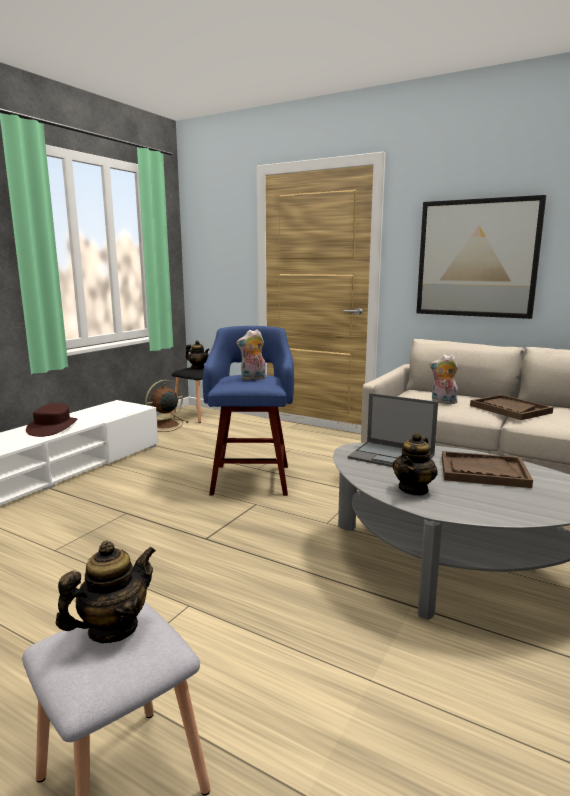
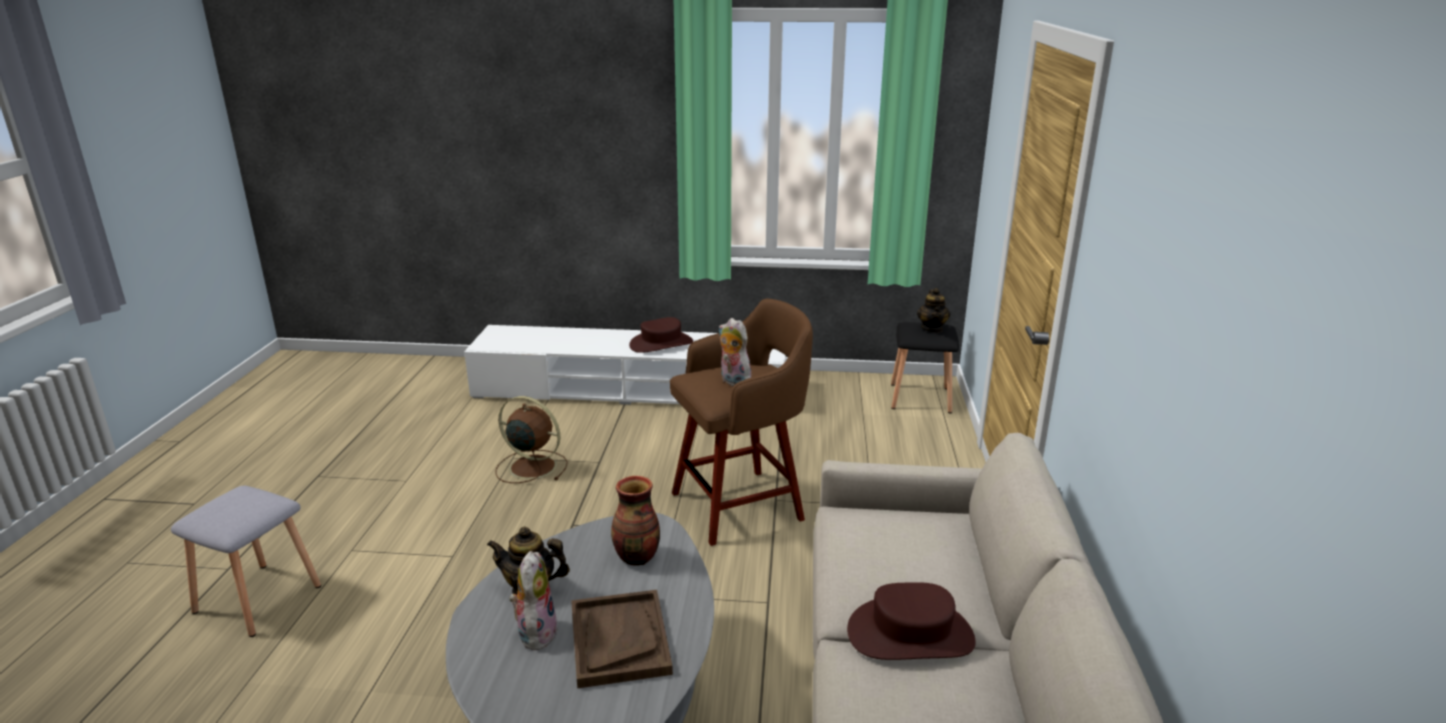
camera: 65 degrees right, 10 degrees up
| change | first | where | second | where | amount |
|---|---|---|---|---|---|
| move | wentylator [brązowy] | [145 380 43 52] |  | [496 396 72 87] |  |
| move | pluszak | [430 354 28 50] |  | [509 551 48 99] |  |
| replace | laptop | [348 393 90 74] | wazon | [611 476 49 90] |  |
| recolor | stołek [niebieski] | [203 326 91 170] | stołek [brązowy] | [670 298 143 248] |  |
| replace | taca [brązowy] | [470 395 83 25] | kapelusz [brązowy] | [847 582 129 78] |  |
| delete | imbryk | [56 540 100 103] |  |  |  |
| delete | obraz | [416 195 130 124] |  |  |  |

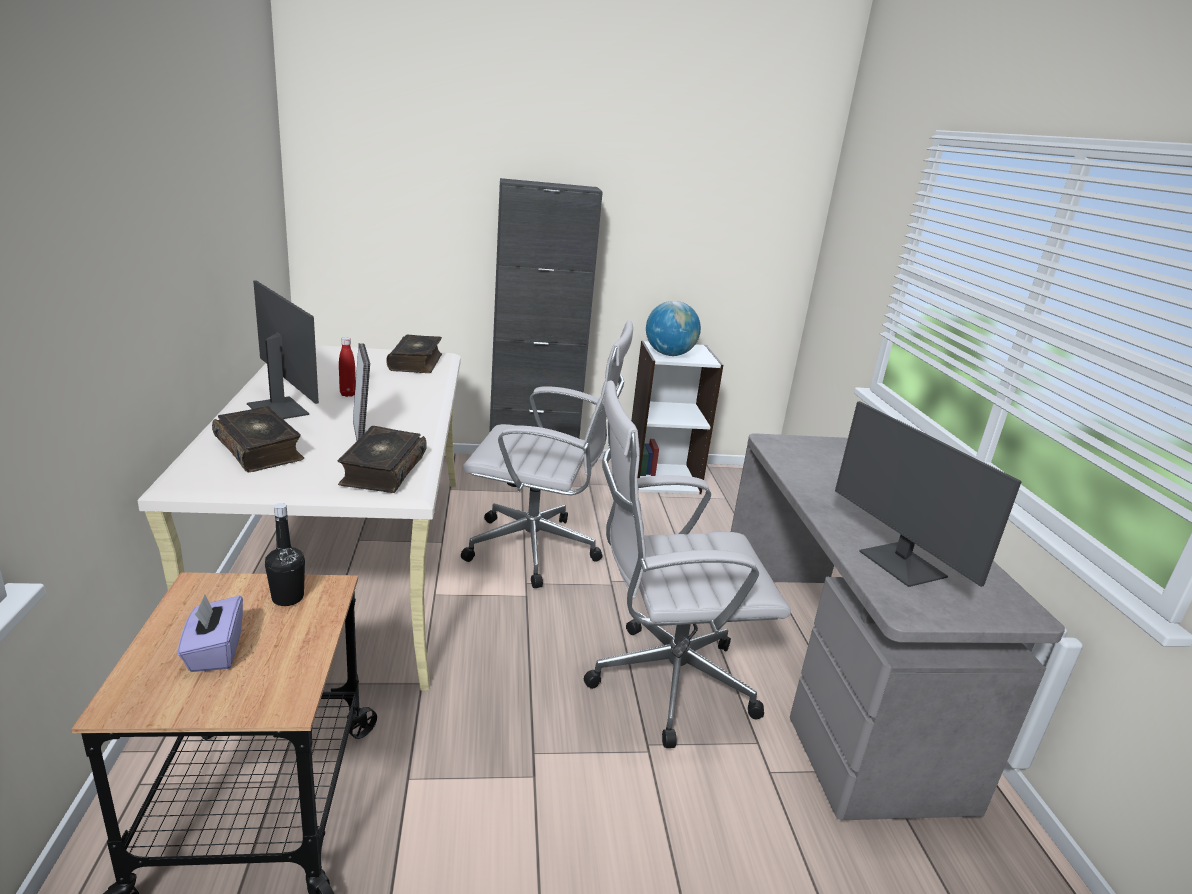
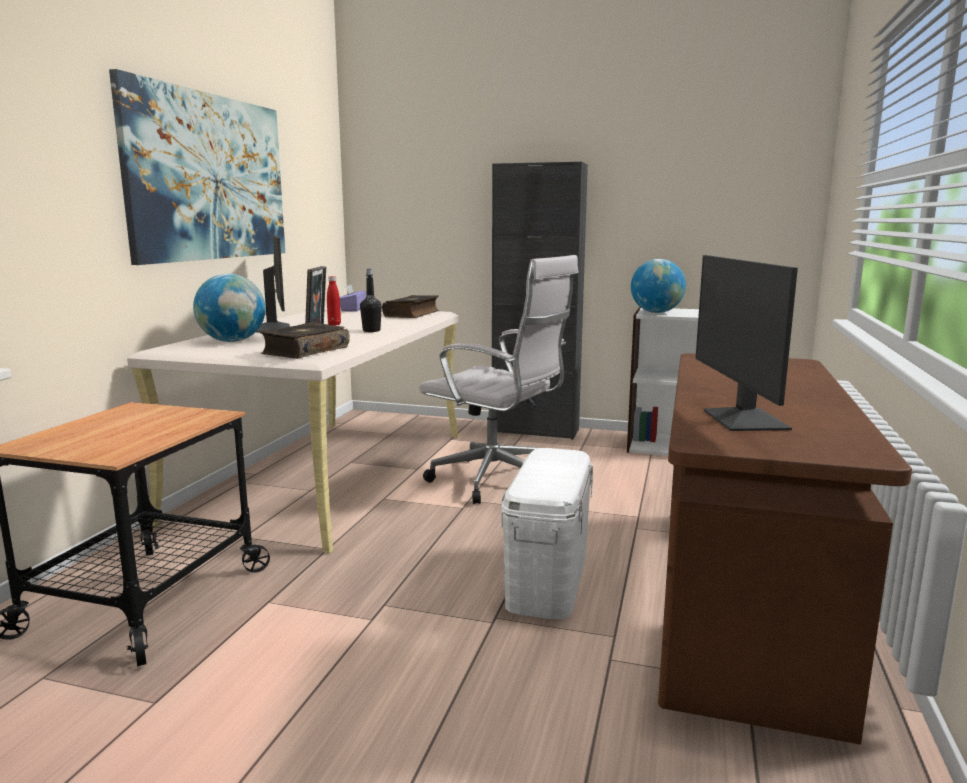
camera: 25 degrees right, 10 degrees down
| change | first | where | second | where | amount |
|---|---|---|---|---|---|
| insert |  |  | obraz | [109 69 176 196] |  |
| replace | książka | [212 406 92 66] | globus | [193 274 72 68] |  |
| move | pudełko chusteczek [fioletowy] | [178 594 65 78] |  | [340 285 26 27] |  |
| move | butelka [czarny] | [265 503 40 103] |  | [360 269 22 63] |  |
| replace | krzesło biurowe [biały] | [584 381 207 367] | pojemnik do przechowywania [biały] | [501 448 92 171] |  |
| recolor | biurko [szary] | [731 433 334 387] | biurko [brązowy] | [658 353 254 392] |  |

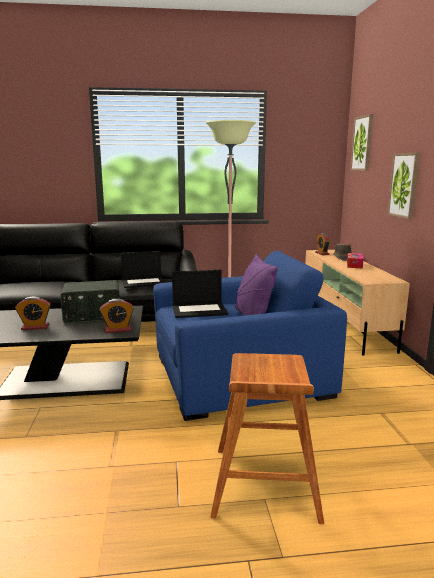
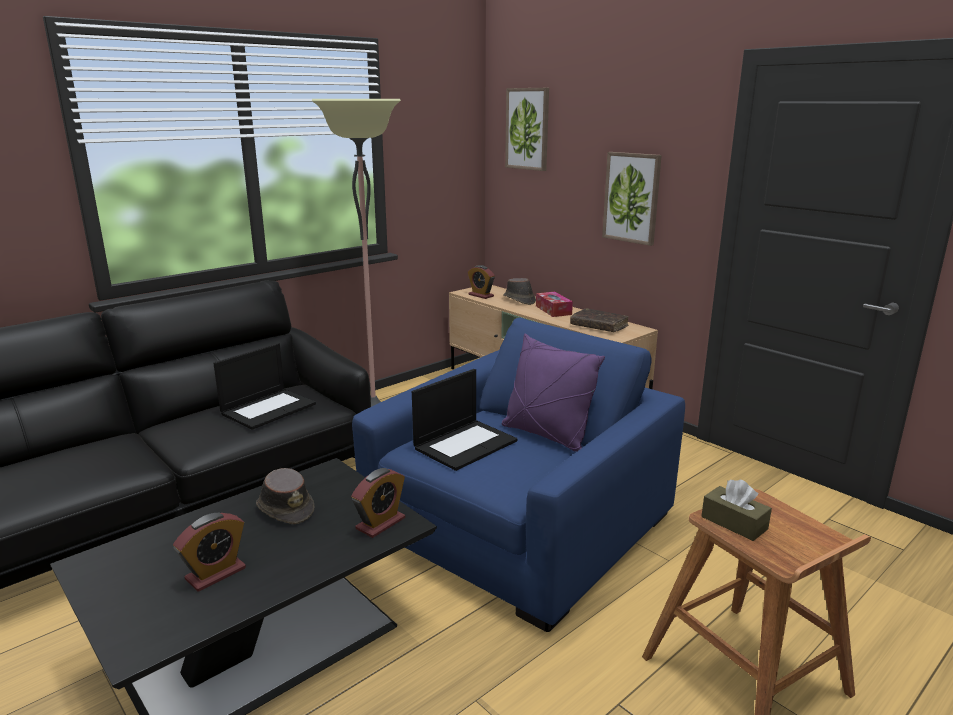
camera: 35 degrees left, 5 degrees up
| change | first | where | second | where | amount |
|---|---|---|---|---|---|
| replace | radio | [60 280 60 43] | kapelusz [brązowy] | [256 468 58 56] |  |
| insert |  |  | książka [brązowy] | [570 308 59 24] |  |
| insert |  |  | pudełko chusteczek [brązowy] | [702 480 70 61] |  |

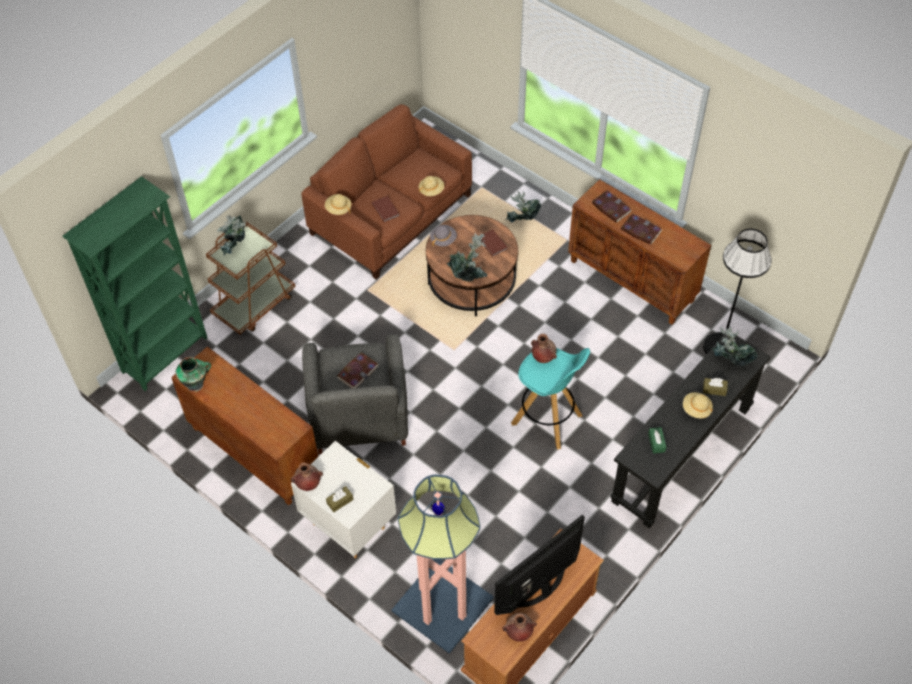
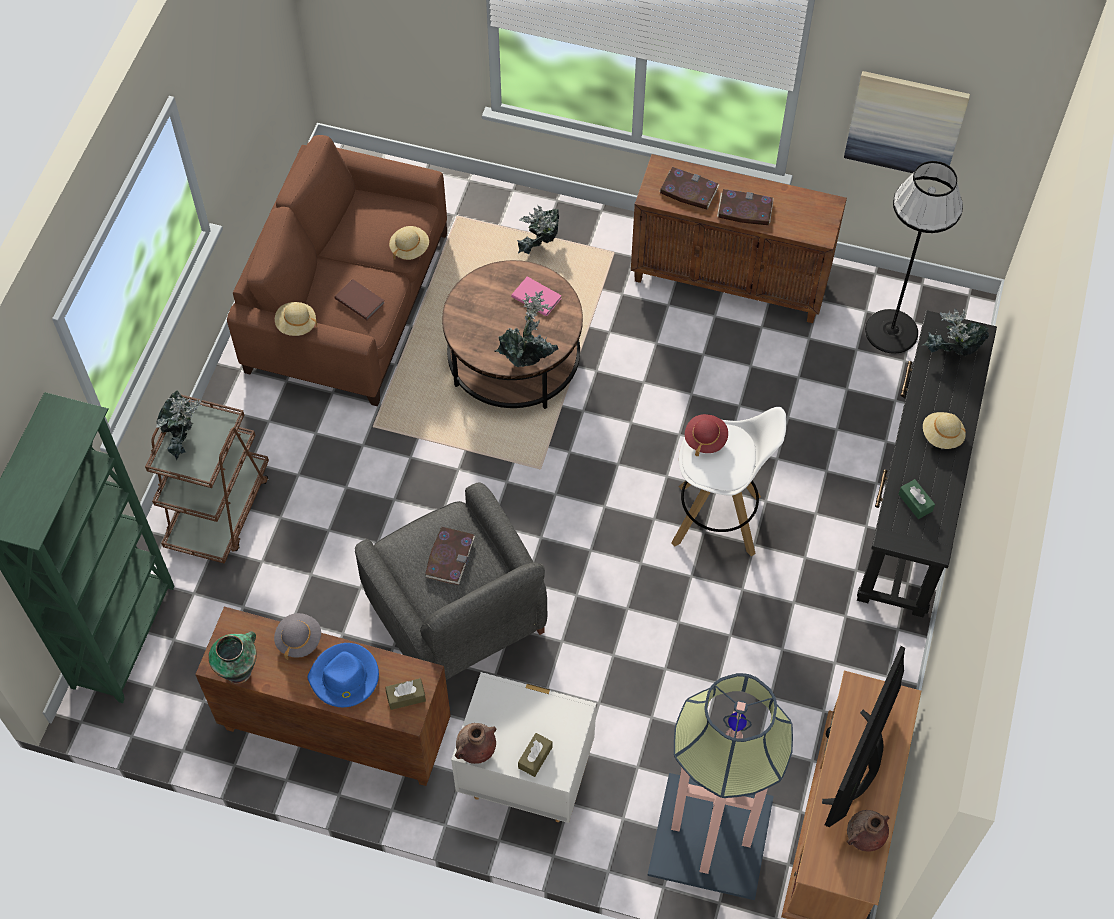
camera: 25 degrees left, 5 degrees up
| change | first | where | second | where | amount |
|---|---|---|---|---|---|
| move | kapelusz [szary] | [430 225 27 22] |  | [274 613 47 47] |  |
| insert |  |  | kapelusz [niebieski] | [307 643 72 64] |  |
| move | pudełko chusteczek [brązowy] | [703 378 25 18] |  | [385 678 41 32] |  |
| recolor | książka [brązowy] | [480 229 28 28] | książka [różowy] | [511 276 51 41] |  |
| recolor | stołek [turkusowy] | [511 348 79 102] | stołek [biały] | [671 407 115 149] |  |
| replace | wazon [brązowy] | [531 334 26 29] | kapelusz [czerwony] | [685 414 43 43] |  |
| insert |  |  | obraz | [844 71 126 102] |  |

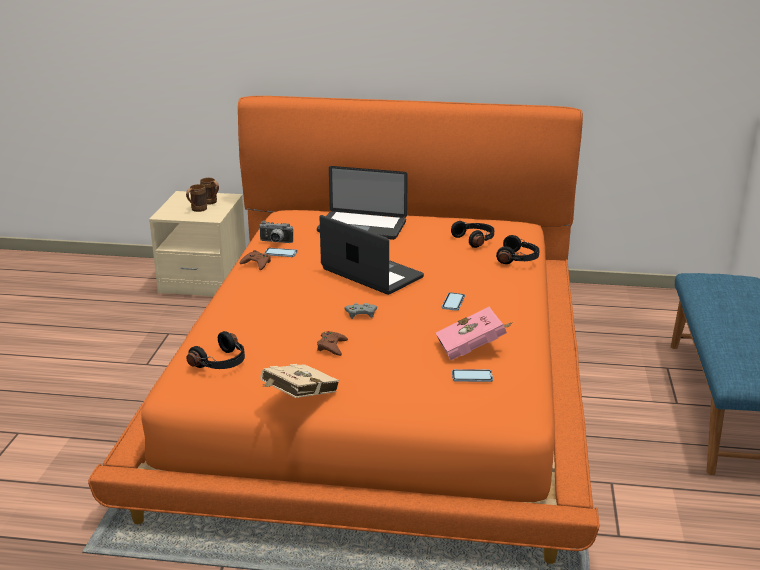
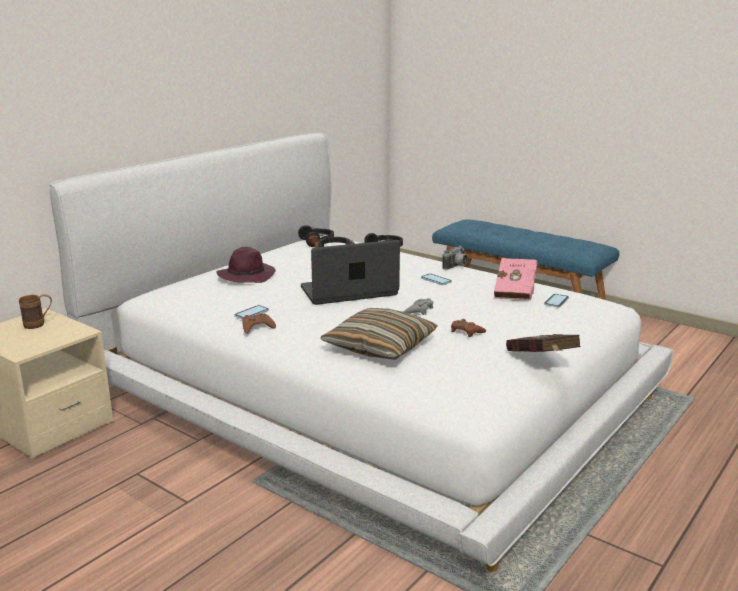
camera: 60 degrees left, 5 degrees down
| change | first | where | second | where | amount |
|---|---|---|---|---|---|
| recolor | łóżko [pomarańczowy] | [88 96 511 468] | łóżko [biały] | [50 133 624 439] |  |
| replace | laptop | [317 166 91 74] | kapelusz [fioletowy] | [216 247 60 36] |  |
| move | słuchawki [czarny] | [186 331 59 38] |  | [298 225 36 22] |  |
| insert |  |  | poduszka | [320 308 118 52] |  |
| move | aparat fotograficzny | [259 221 34 22] |  | [442 246 26 24] |  |
| recolor | książka [beżowy] | [260 364 79 34] | książka [czerwony] | [506 334 75 18] |  |
| delete | kubek [brązowy] | [186 184 21 28] |  |  |  |

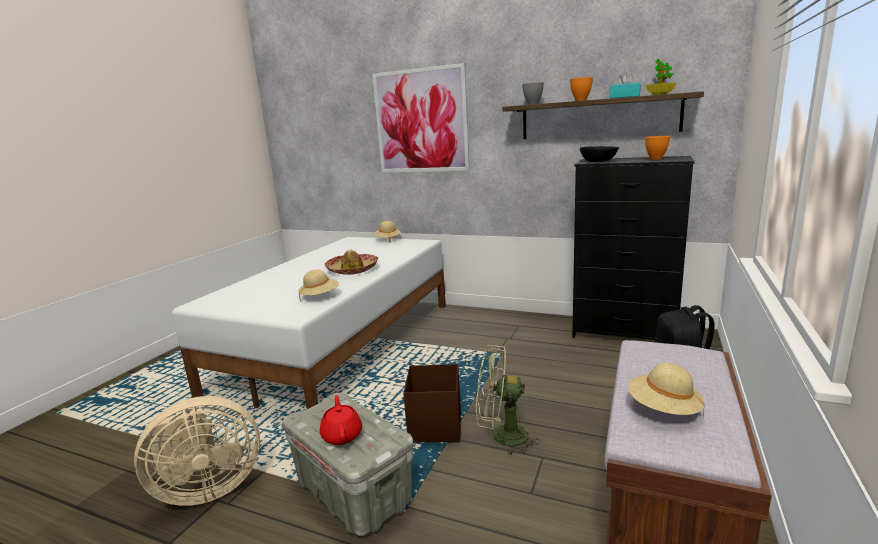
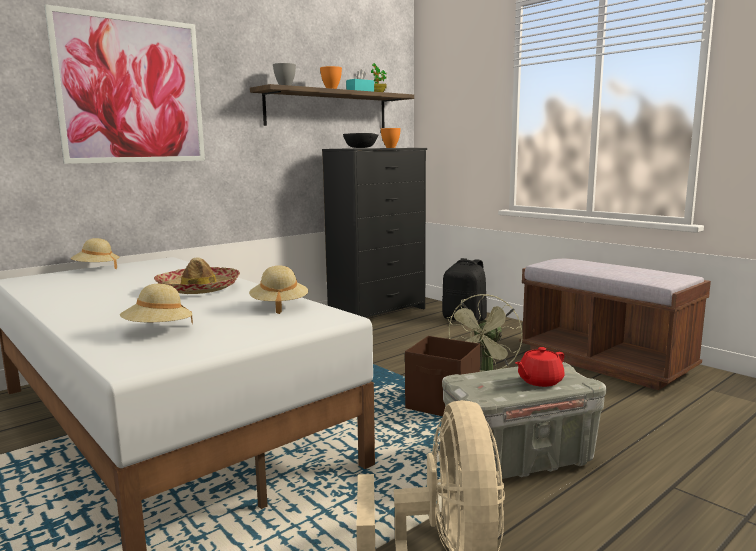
camera: 65 degrees left, 5 degrees down
| change | first | where | second | where | amount |
|---|---|---|---|---|---|
| move | kapelusz [beżowy] | [628 363 77 54] |  | [120 284 73 41] |  |
| rotate | imbryk [czerwony] | [320 395 42 50] |  | [515 347 49 40] | 45 degrees counterclockwise |

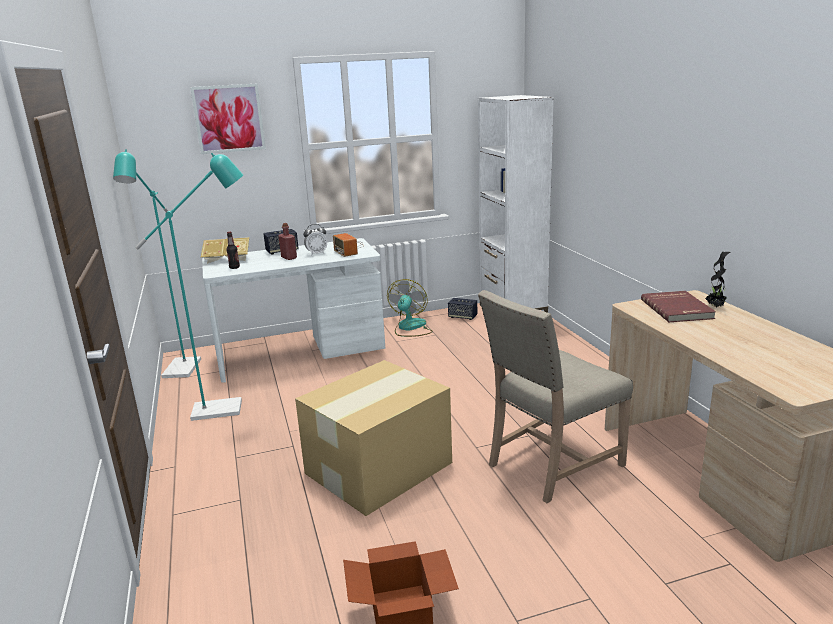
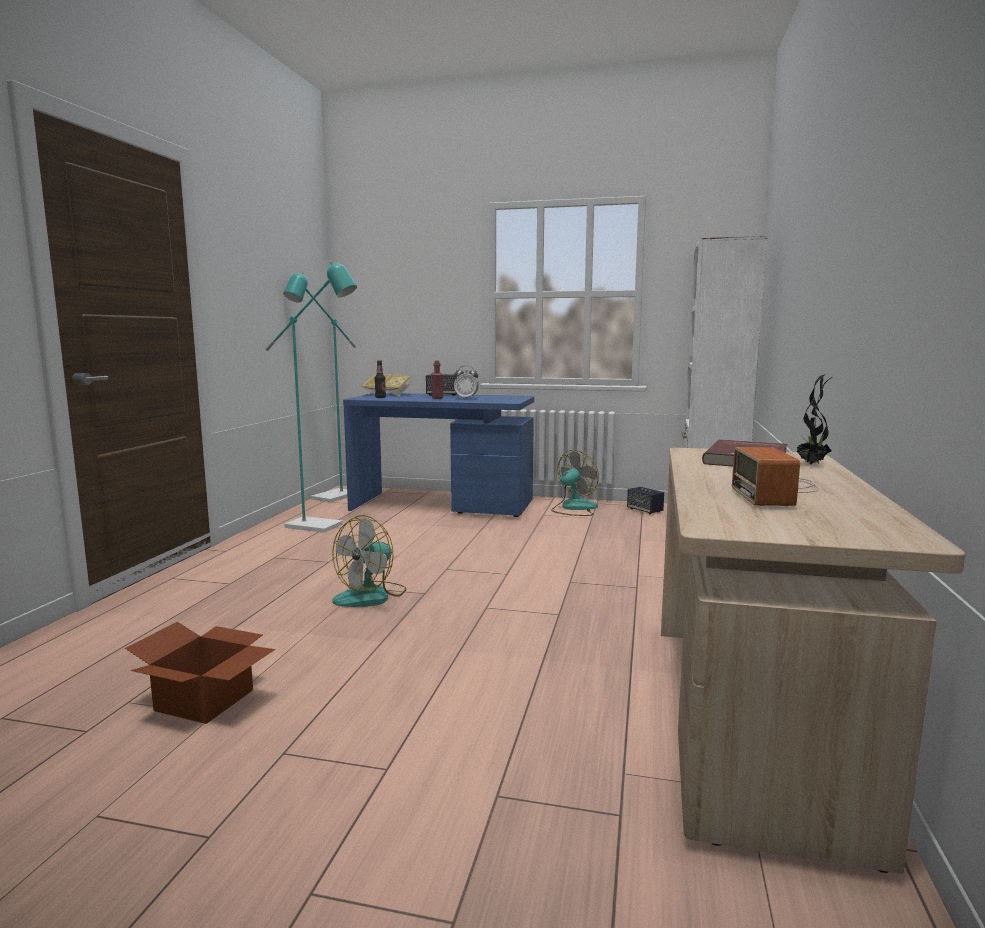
camera: 30 degrees right, 10 degrees down
| change | first | where | second | where | amount |
|---|---|---|---|---|---|
| replace | karton | [295 360 157 156] | wentylator | [332 515 74 92] |  |
| recolor | biurko [biały] | [202 238 183 145] | biurko [niebieski] | [343 393 191 124] |  |
| move | radio | [333 233 31 24] |  | [732 447 87 59] |  |
| delete | obraz | [190 84 76 70] |  |  |  |
| delete | krzesło [beżowy] | [478 290 155 213] |  |  |  |

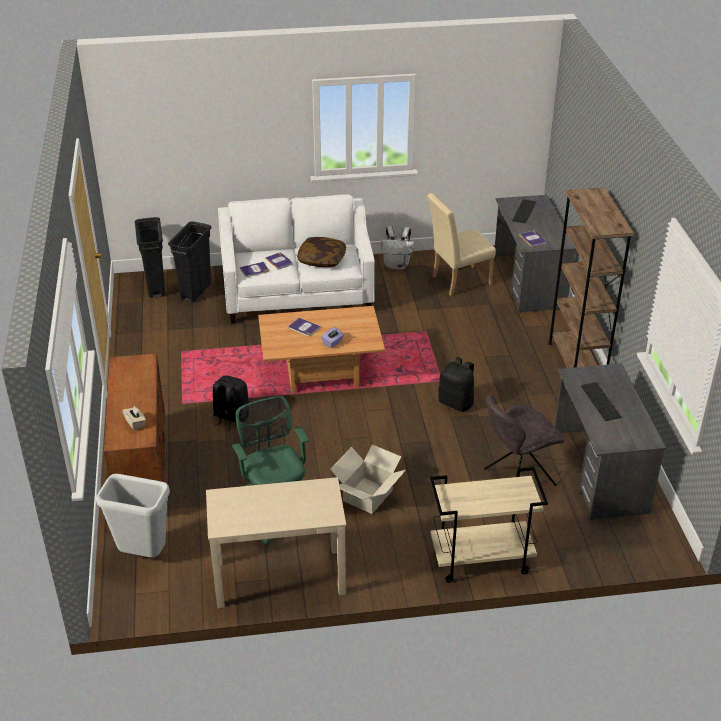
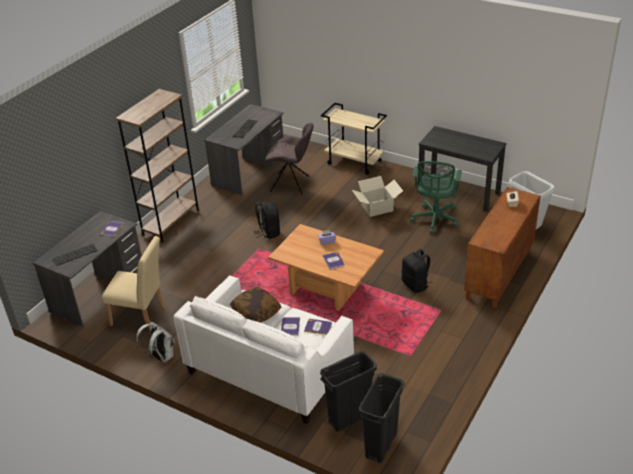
camera: 140 degrees left, 0 degrees up
| change | first | where | second | where | amount |
|---|---|---|---|---|---|
| recolor | biurko [beżowy] | [206 477 140 131] | biurko [czarny] | [418 126 89 86] |  |

